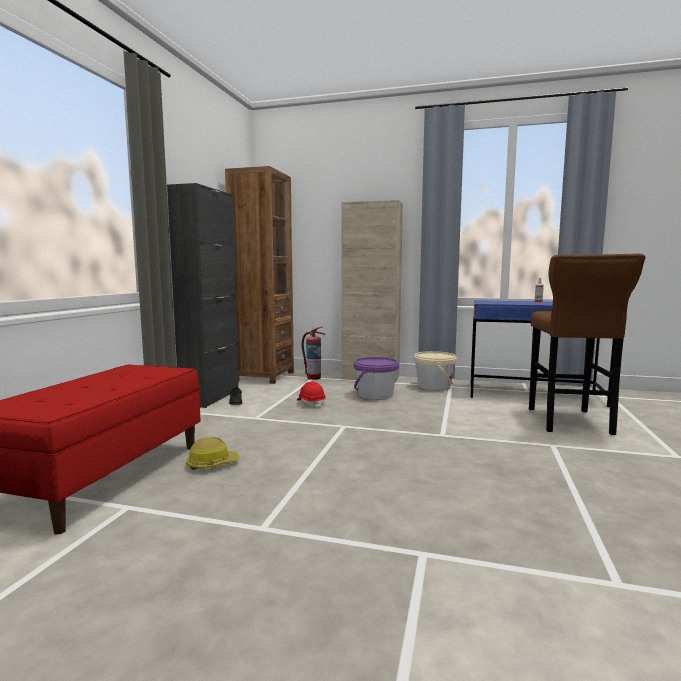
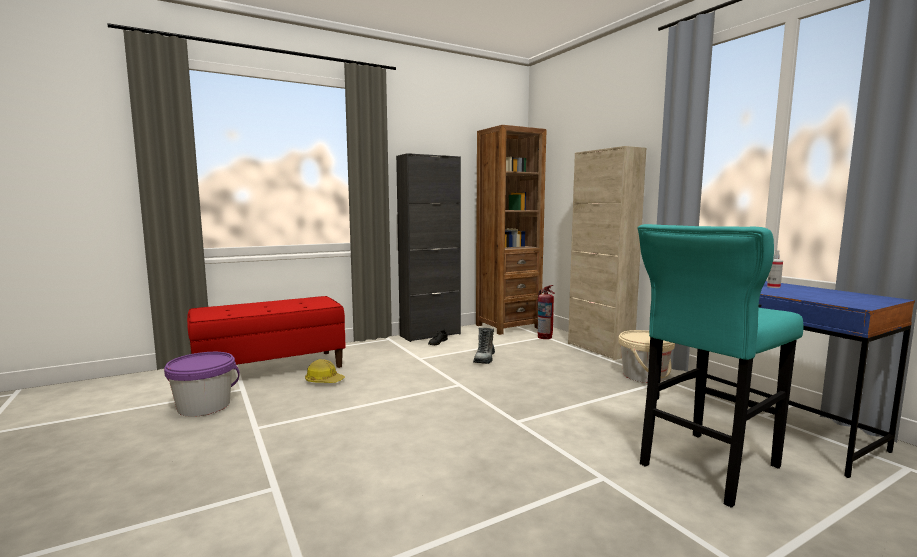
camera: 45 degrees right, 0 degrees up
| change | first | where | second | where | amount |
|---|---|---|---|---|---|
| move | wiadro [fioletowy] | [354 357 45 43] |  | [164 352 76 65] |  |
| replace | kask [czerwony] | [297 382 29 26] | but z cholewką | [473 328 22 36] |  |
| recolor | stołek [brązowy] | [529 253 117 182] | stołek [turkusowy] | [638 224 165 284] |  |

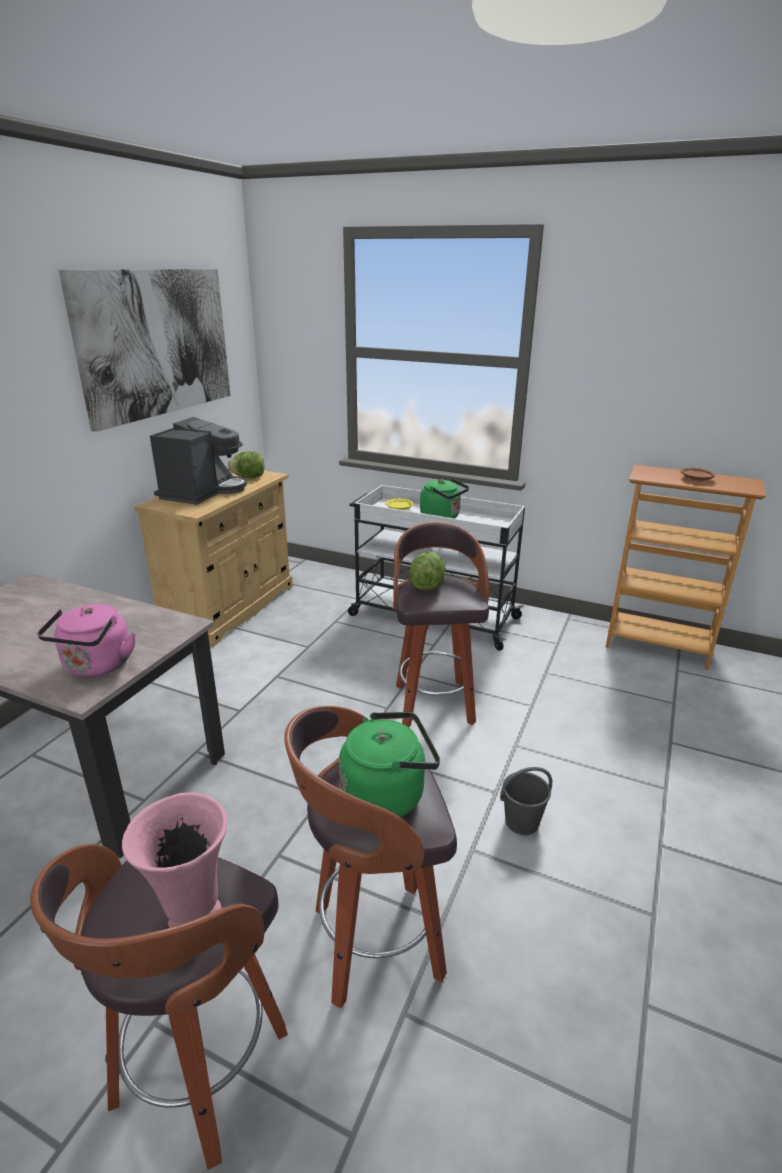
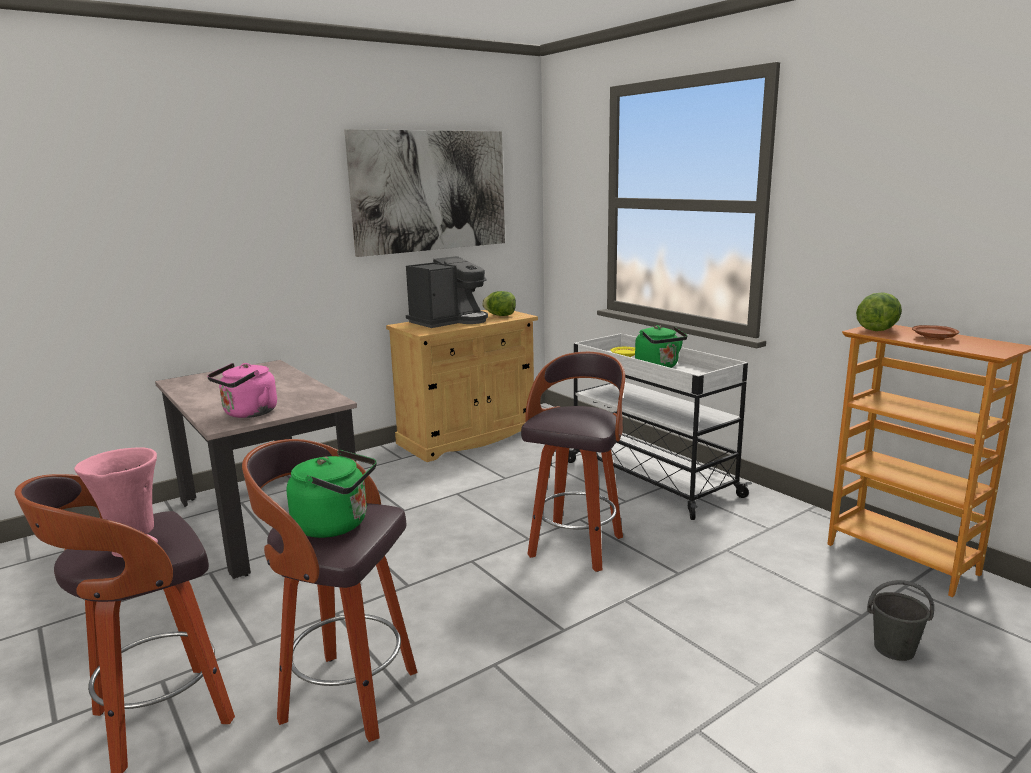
camera: 30 degrees right, 10 degrees down
| change | first | where | second | where | amount |
|---|---|---|---|---|---|
| move | sałata | [409 552 37 39] |  | [856 293 46 38] |  |
| move | wiadro [szary] | [500 767 52 68] |  | [867 580 67 81] |  |

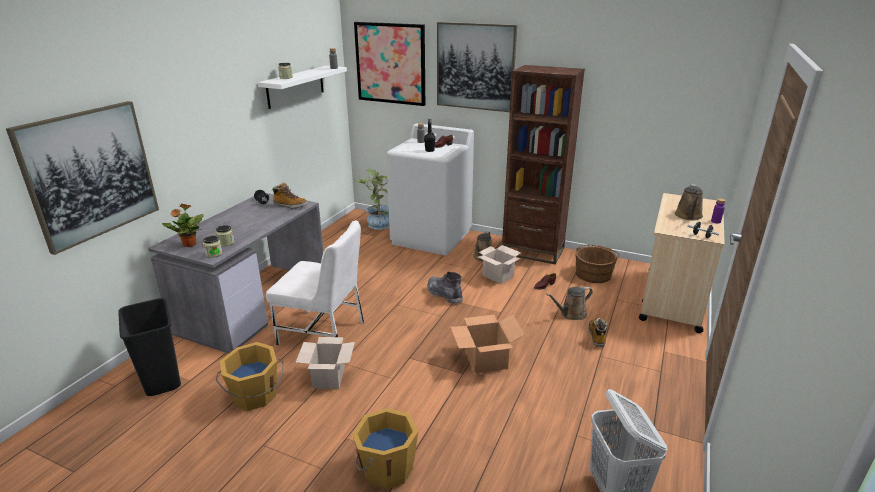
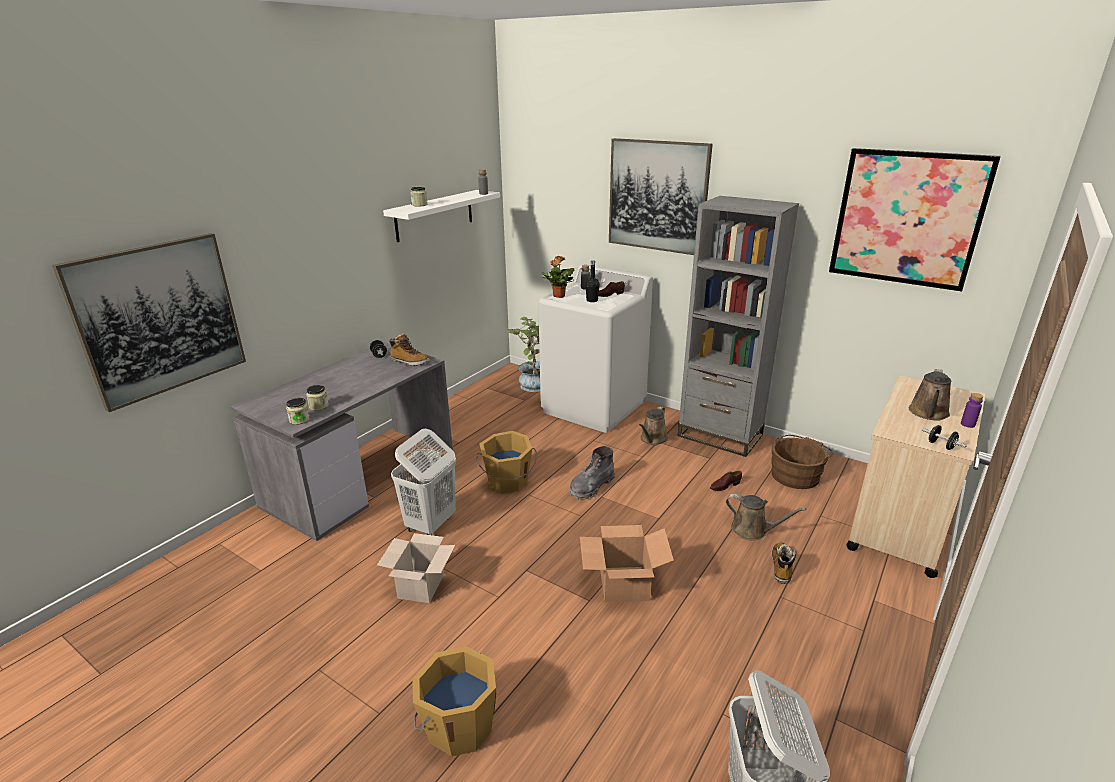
camera: 10 degrees right, 0 degrees up
| change | first | where | second | where | amount |
|---|---|---|---|---|---|
| replace | krzesło [biały] | [266 220 98 126] | kosz na pranie [biały] | [391 429 65 106] |  |
| move | wiadro [pomarańczowy] | [216 342 67 69] |  | [476 431 61 63] |  |
| move | roślina doniczkowa | [162 204 42 43] |  | [542 256 32 42] |  |
| rotate | but z cholewką [szary] | [427 271 36 34] |  | [569 446 46 54] | 105 degrees counterclockwise |
| recolor | regał [brązowy] | [502 65 83 199] | regał [szary] | [678 196 121 261] |  |
| rotate | konewka [brązowy] | [546 286 47 34] |  | [726 494 80 47] | 135 degrees counterclockwise |
| move | obraz | [354 22 71 84] |  | [829 148 172 143] |  |
| delete | kosz na śmieci [czarny] | [118 298 63 98] |  |  |  |
| delete | karton | [478 245 43 39] |  |  |  |

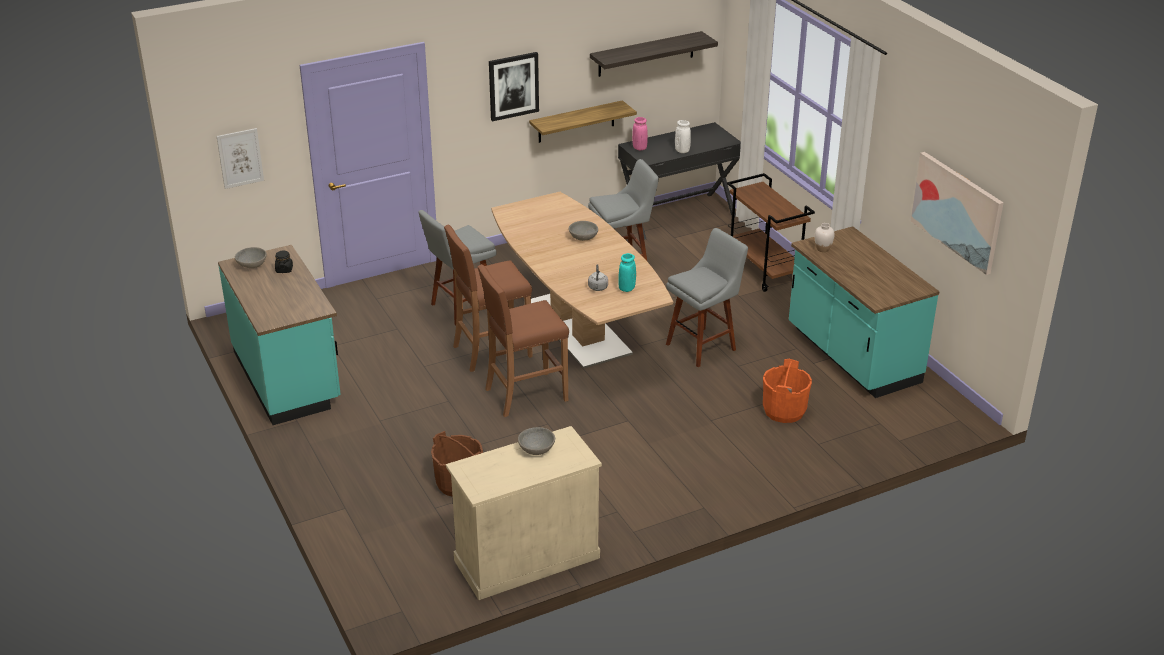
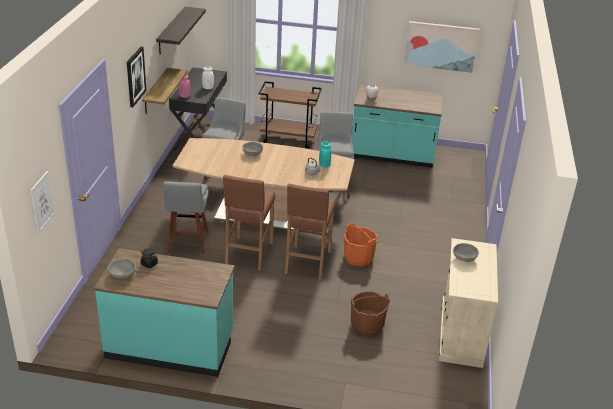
camera: 55 degrees left, 0 degrees up
| change | first | where | second | where | amount |
|---|---|---|---|---|---|
| move | wiadro [pomarańczowy] | [763 359 49 64] |  | [344 223 34 44] |  |

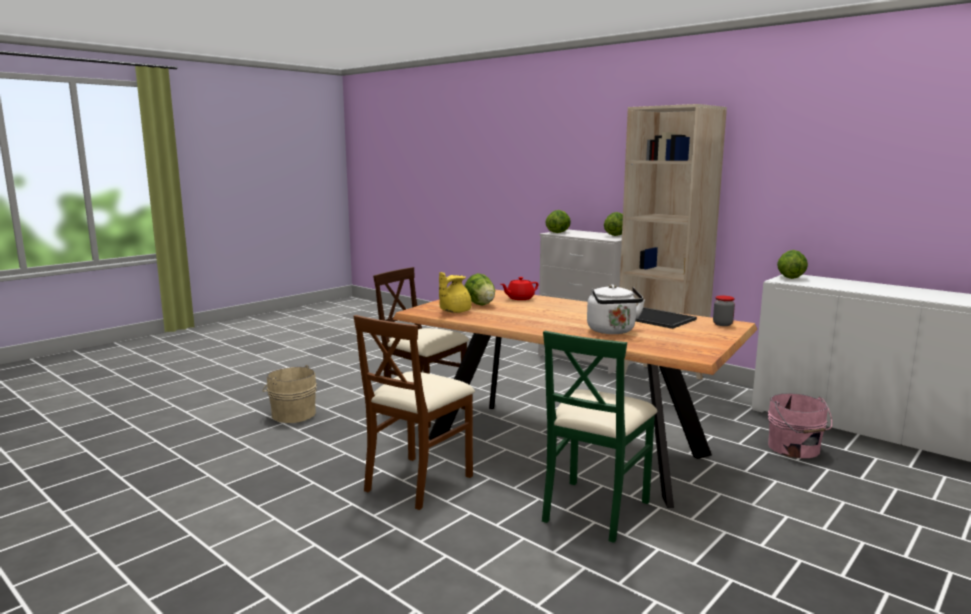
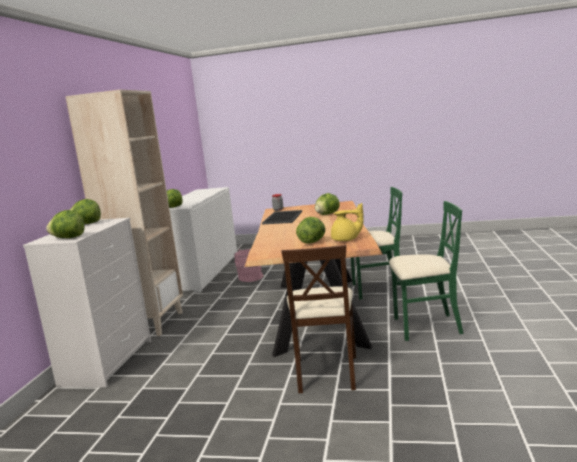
camera: 120 degrees left, 0 degrees up
| change | first | where | second | where | amount |
|---|---|---|---|---|---|
| replace | czajnik [biały] | [587 284 58 50] | sałata | [315 193 25 22] |  |
| recolor | krzesło [brązowy] | [353 315 122 195] | krzesło [zielony] | [389 201 75 140] |  |
| delete | wiadro [beżowy] | [263 365 54 58] |  |  |  |
| delete | imbryk [czerwony] | [501 277 38 23] |  |  |  |

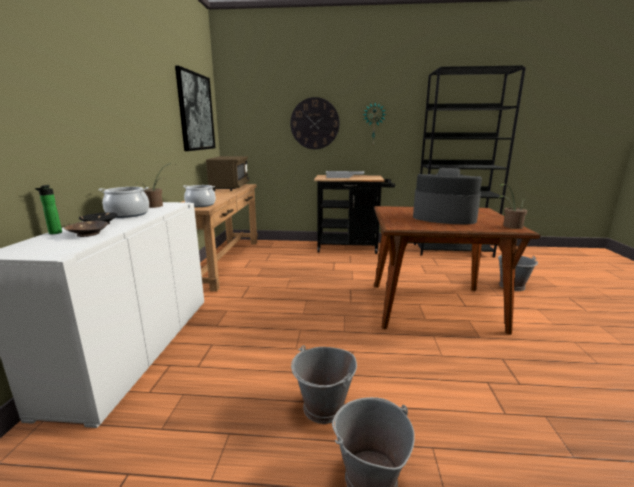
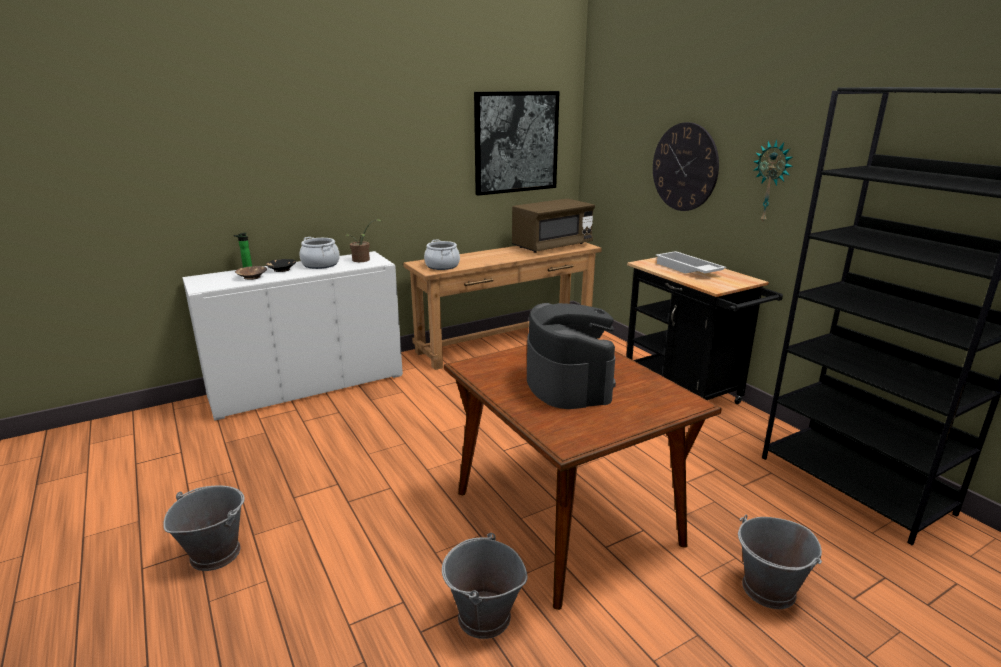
camera: 55 degrees right, 5 degrees up
| change | first | where | second | where | amount |
|---|---|---|---|---|---|
| move | wiadro [szary] | [291 345 66 79] |  | [442 533 86 106] |  |
| delete | roślina doniczkowa | [498 184 29 45] |  |  |  |

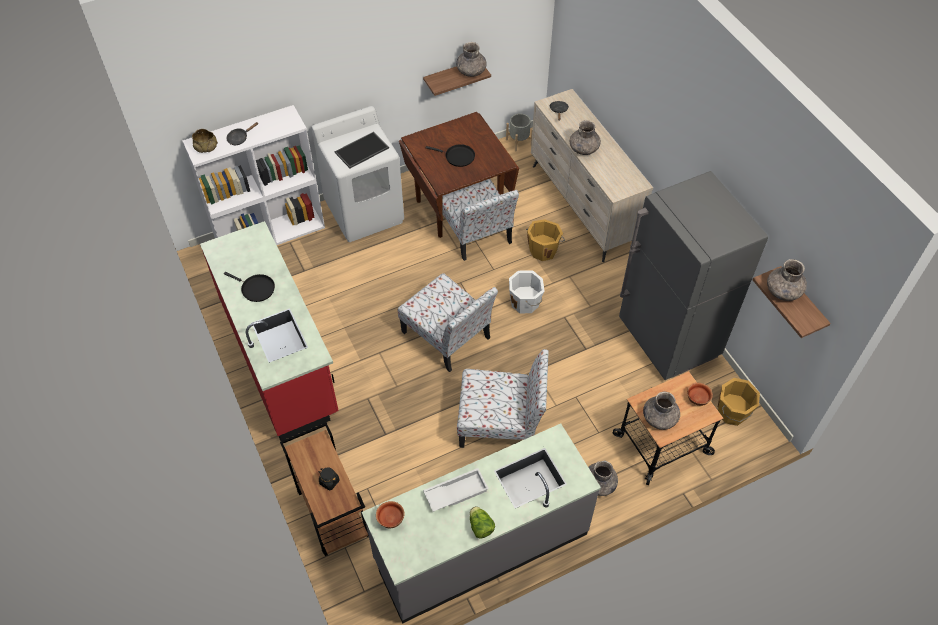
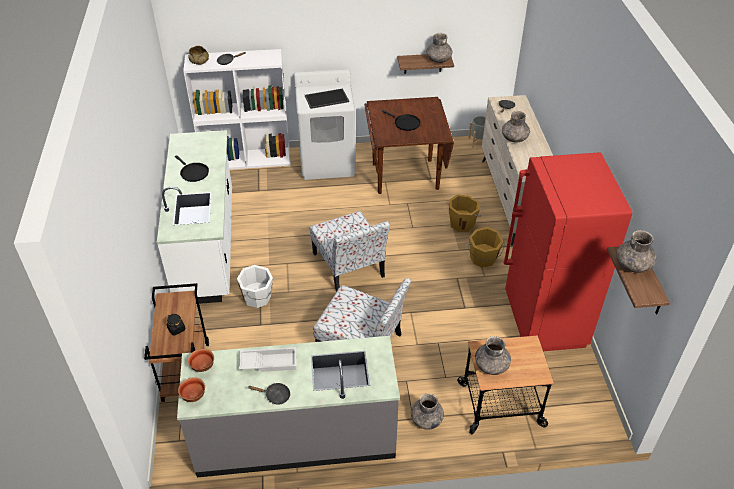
camera: 20 degrees right, 10 degrees down
| change | first | where | second | where | amount |
|---|---|---|---|---|---|
| recolor | zabudowa kuchenna [czerwony] | [200 221 139 220] | zabudowa kuchenna [biały] | [157 130 75 174] |  |
| move | miska | [687 383 26 23] |  | [178 377 27 25] |  |
| move | wiadro [biały] | [509 271 36 43] |  | [237 265 36 43] |  |
| replace | sałata | [470 506 25 33] | patelnia [czarny] | [248 383 42 22] |  |
| move | wiadro [pomarańczowy] | [718 378 42 48] |  | [468 227 36 41] |  |
| recolor | lodówka [szary] | [619 171 149 209] | lodówka [czerwony] | [503 152 129 199] |  |
| delete | krzesło | [442 179 77 82] |  |  |  |

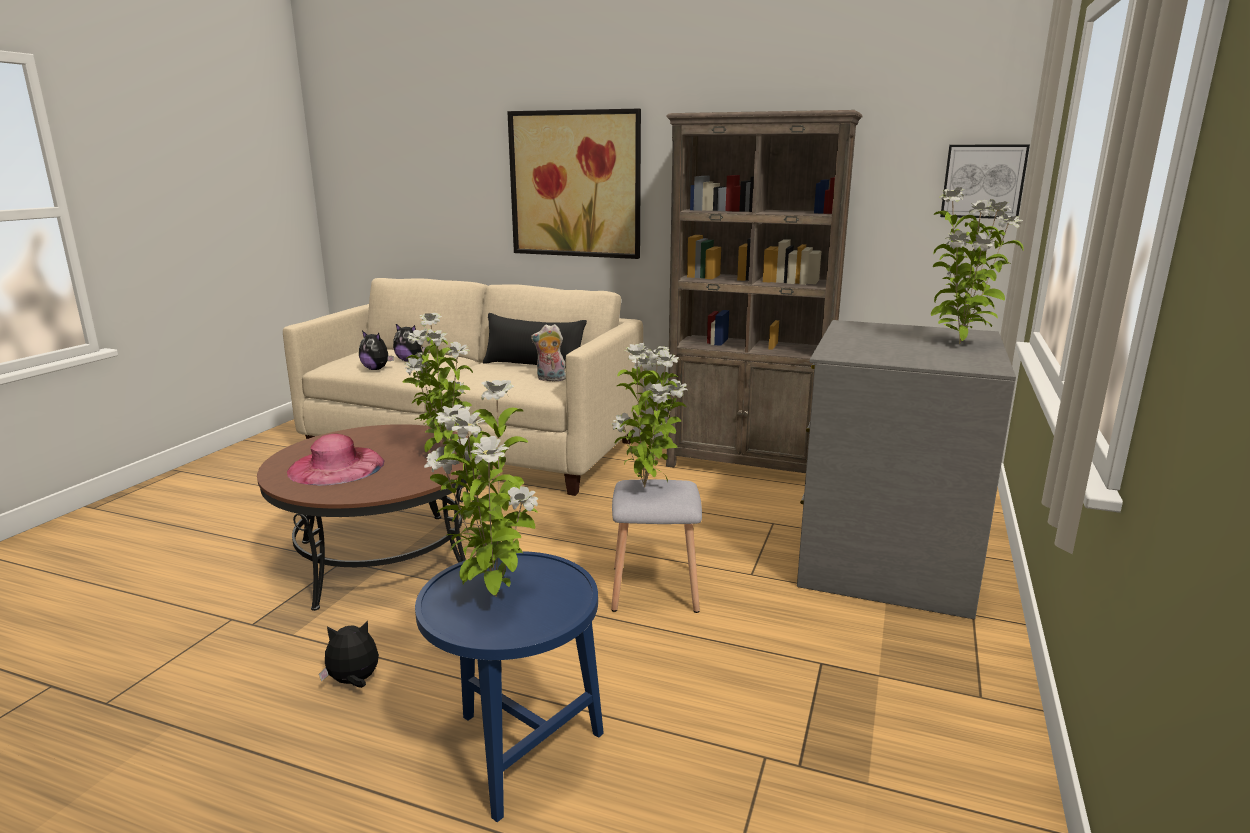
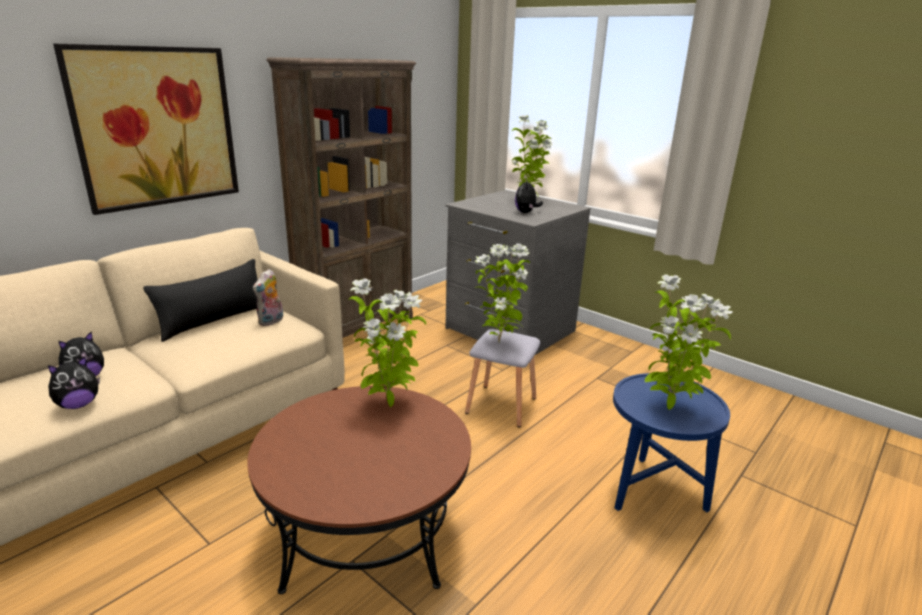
camera: 70 degrees left, 5 degrees up
| change | first | where | second | where | amount |
|---|---|---|---|---|---|
| move | pluszak | [319 621 60 67] |  | [515 178 28 35] |  |
| delete | kapelusz [różowy] | [287 434 97 52] |  |  |  |
| delete | obraz | [940 144 90 75] |  |  |  |

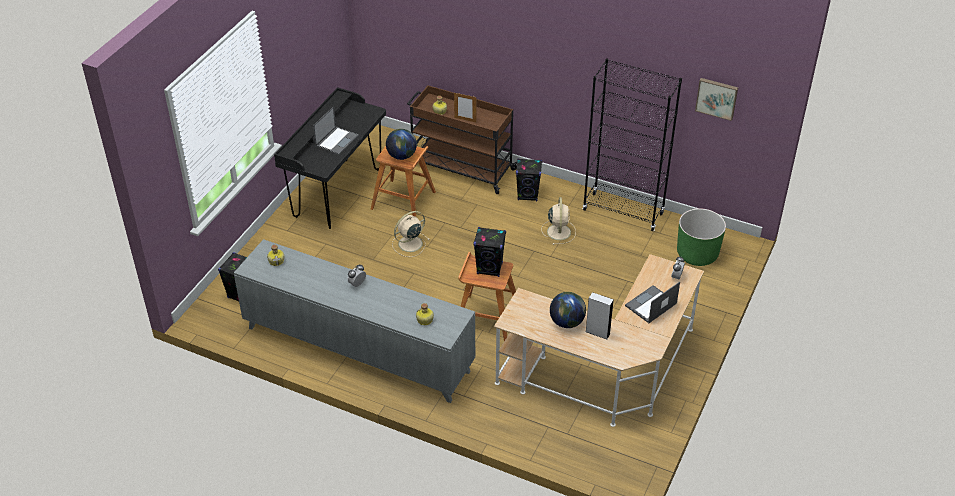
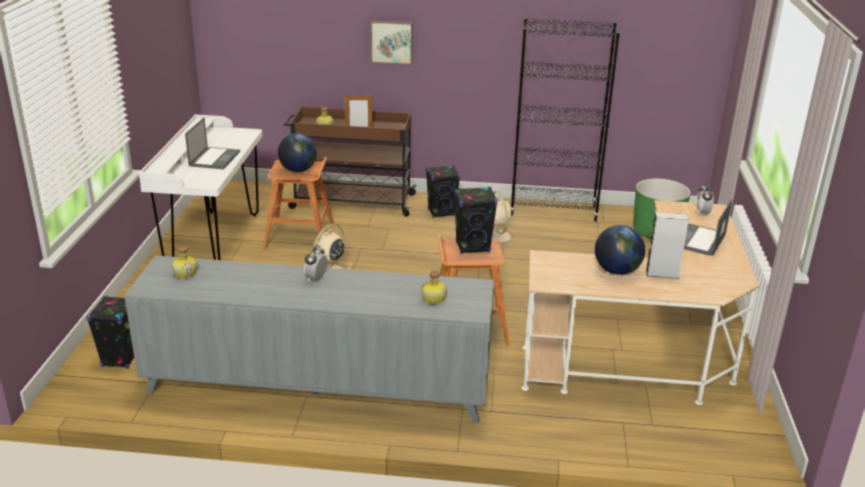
camera: 20 degrees left, 15 degrees down
| change | first | where | second | where | amount |
|---|---|---|---|---|---|
| recolor | biurko [czarny] | [274 87 112 142] | biurko [biały] | [139 115 123 145] |  |
| move | obraz | [695 78 43 43] |  | [370 20 43 45] |  |

